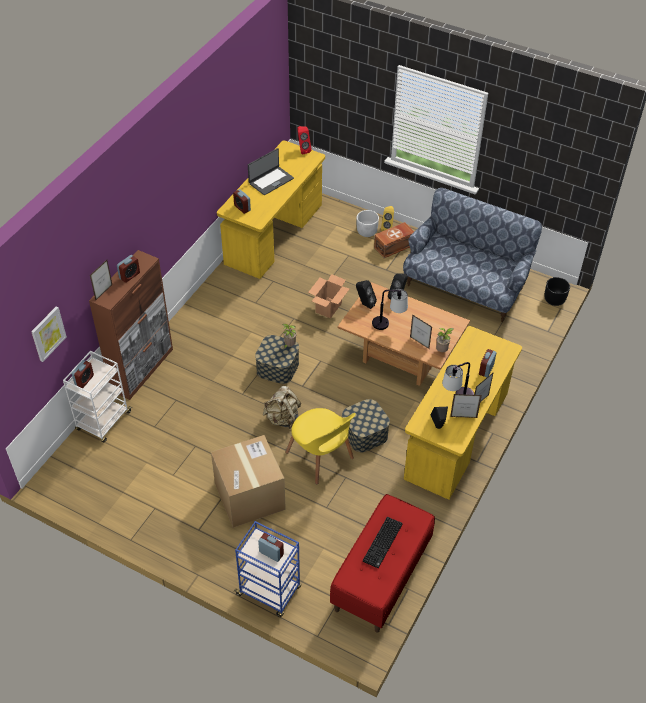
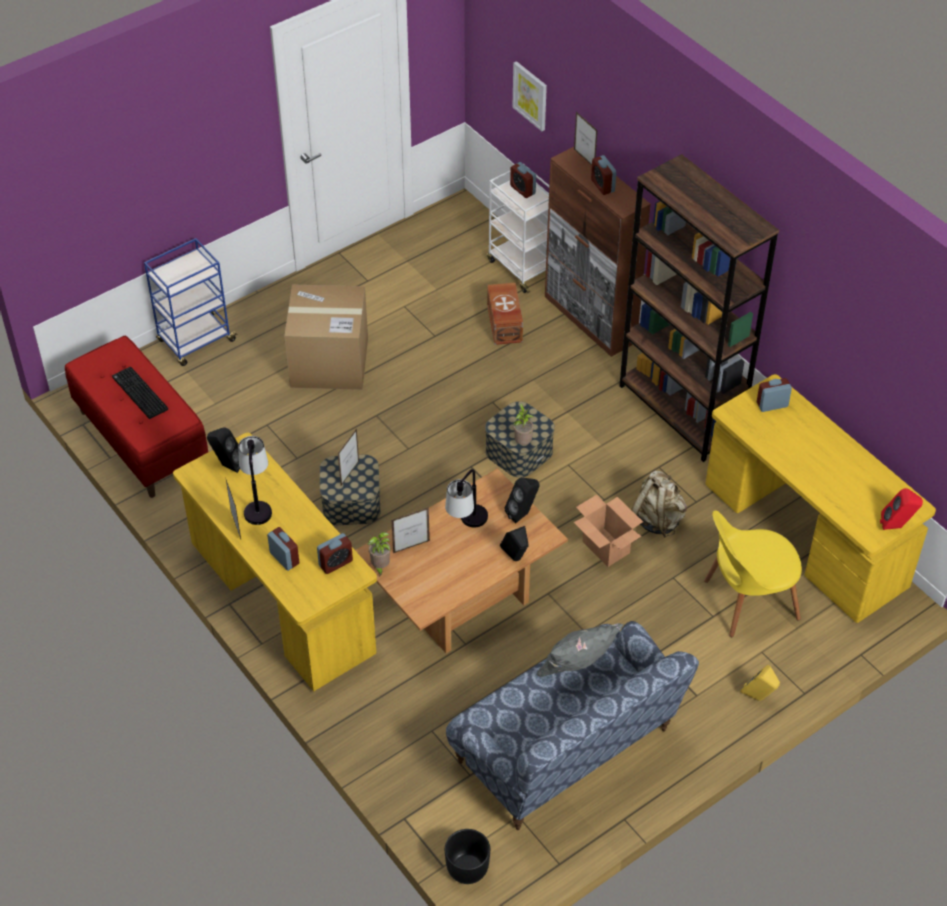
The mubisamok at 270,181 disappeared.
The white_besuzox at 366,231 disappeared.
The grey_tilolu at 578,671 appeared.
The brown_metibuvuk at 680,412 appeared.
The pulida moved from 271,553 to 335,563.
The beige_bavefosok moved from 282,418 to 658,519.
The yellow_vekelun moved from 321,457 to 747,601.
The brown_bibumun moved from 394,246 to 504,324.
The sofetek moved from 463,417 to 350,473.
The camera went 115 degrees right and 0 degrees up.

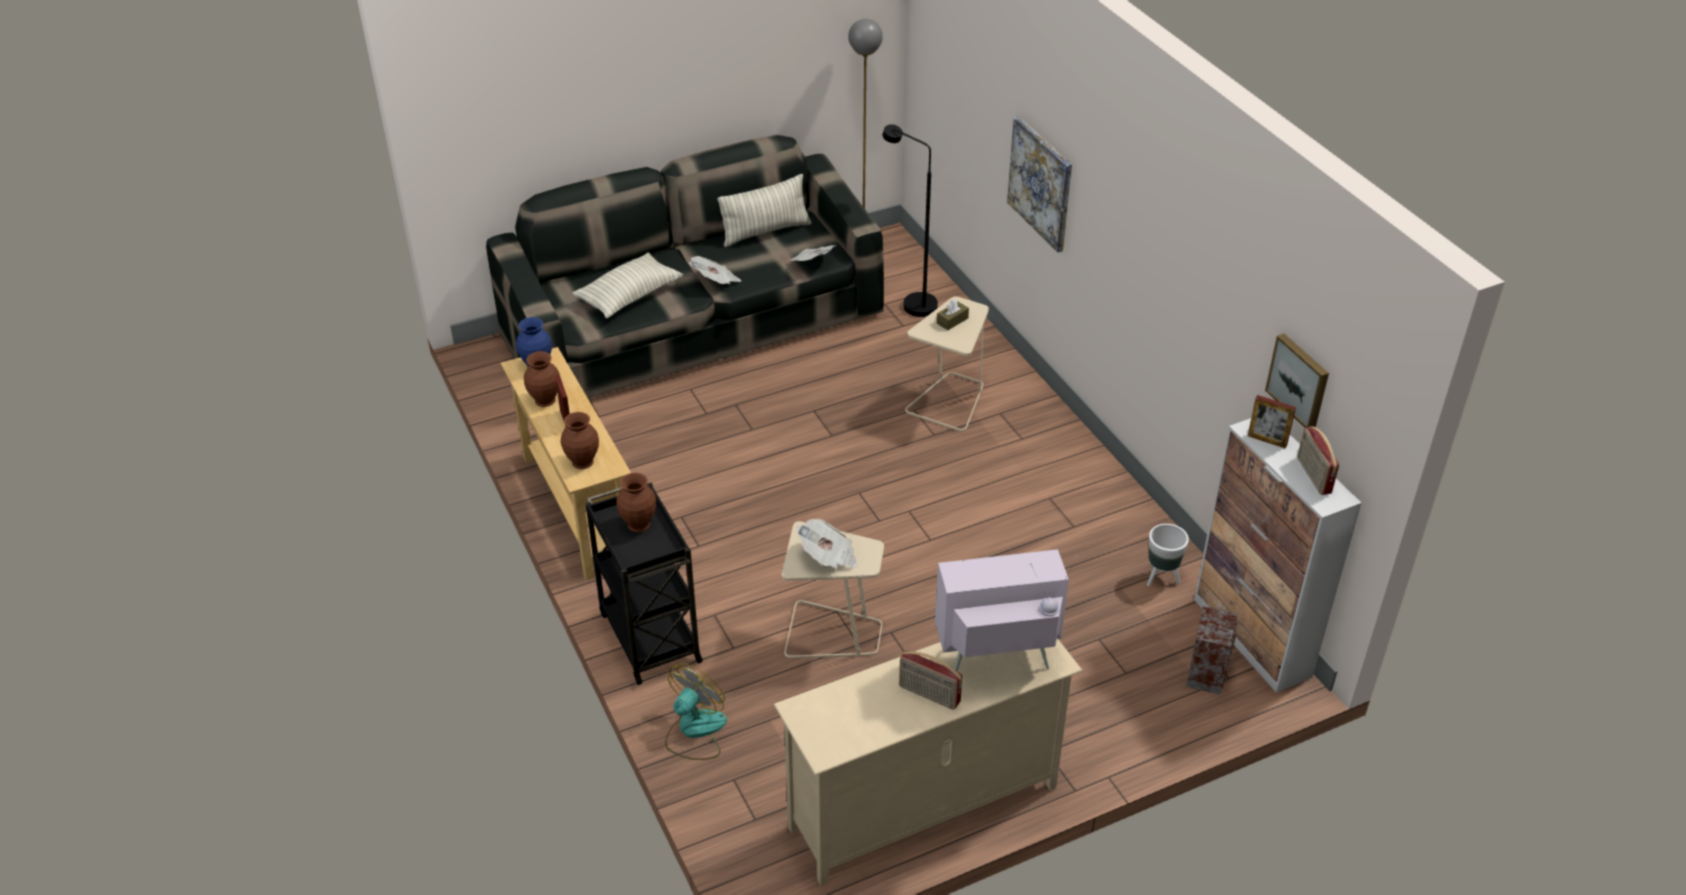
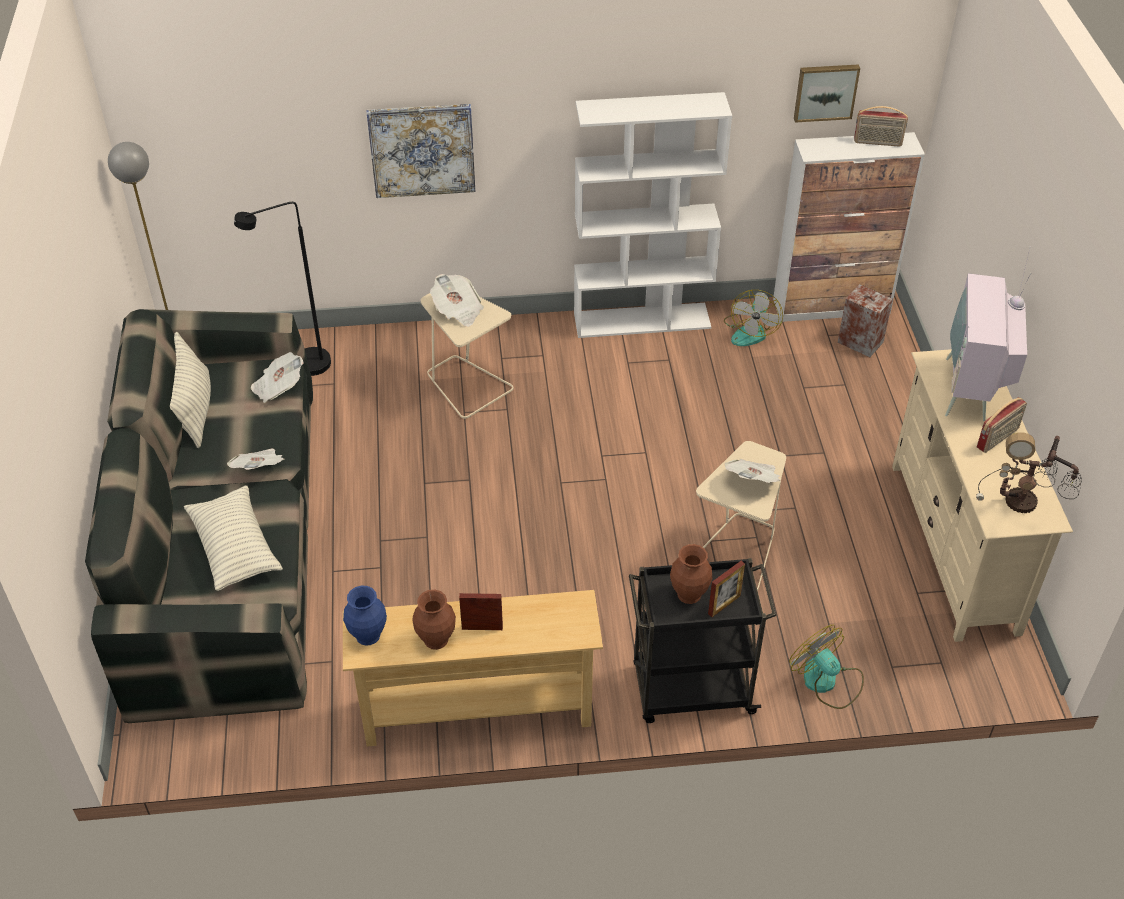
The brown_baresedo at 582,462 disappeared.
The white_metibuvuk at 642,320 appeared.
The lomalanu at 1022,503 appeared.
The sofetek moved from 1267,440 to 724,605.
The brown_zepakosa at 952,321 was replaced by the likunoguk at 458,311.
The white_besuzox at 1161,578 was replaced by the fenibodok at 750,331.
The camera went 70 degrees left and 5 degrees up.

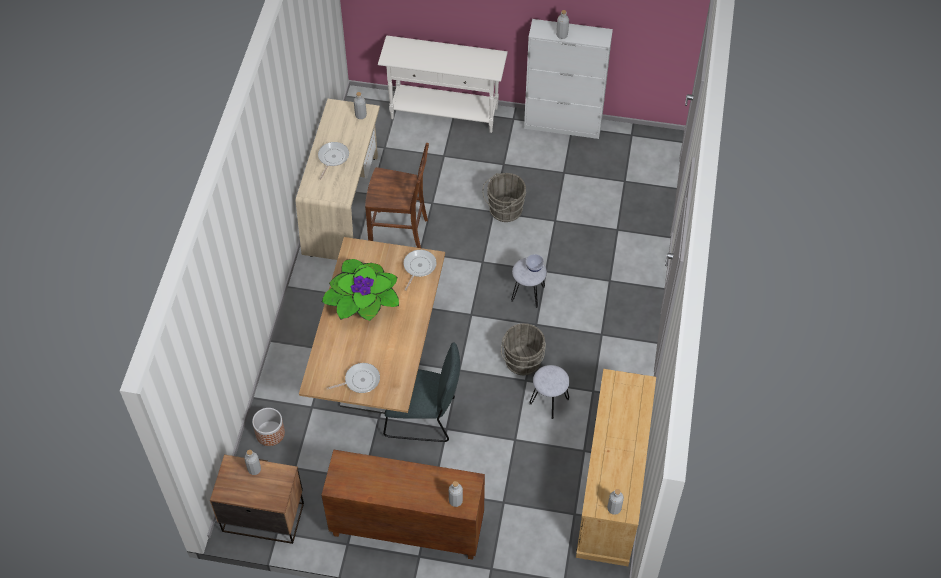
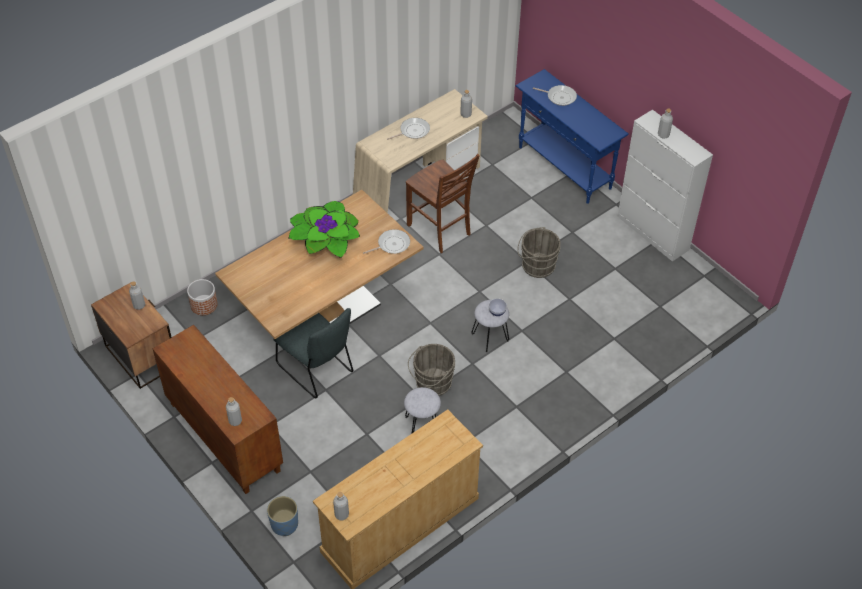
The blue_besuzox at 284,524 appeared.
The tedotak moved from 360,380 to 559,97.
The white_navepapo at 444,113 became the blue_navepapo at 564,168.
The camera went 40 degrees right and 5 degrees down.

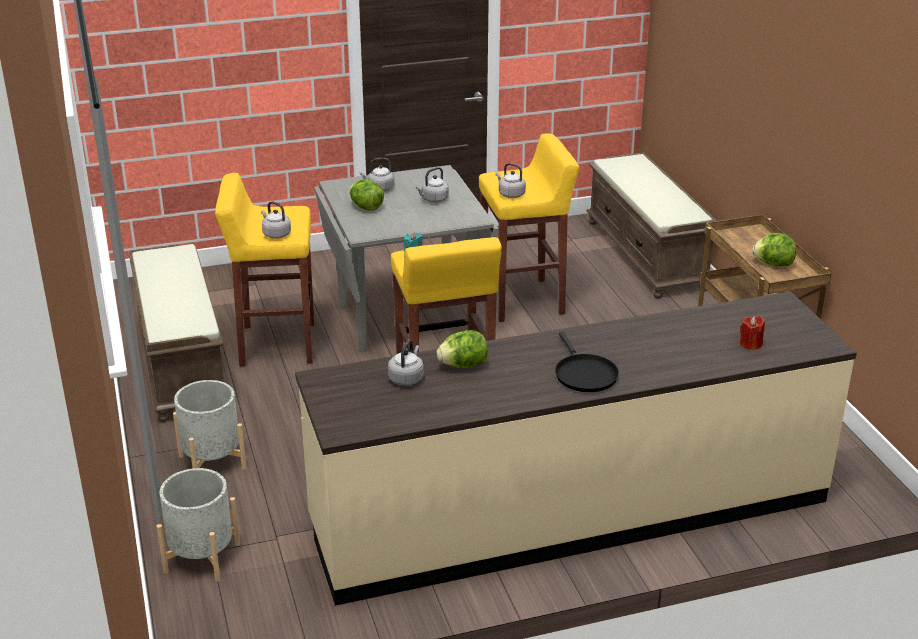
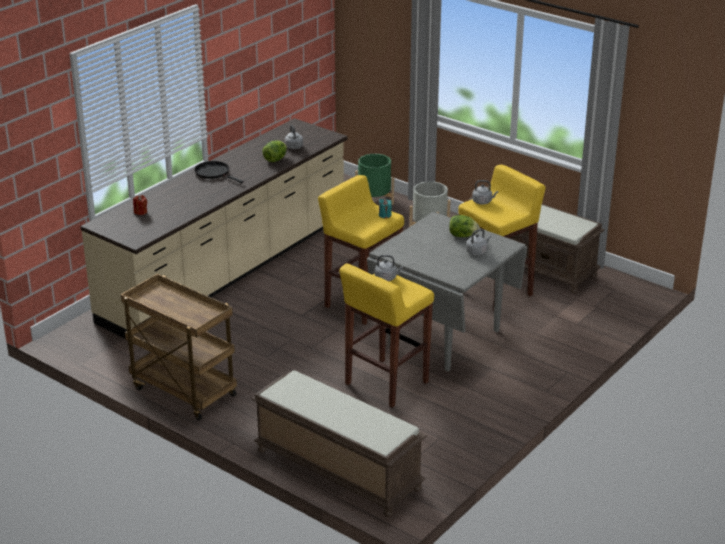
The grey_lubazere at 433,200 disappeared.
The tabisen at 773,264 disappeared.
The grey_besuzox at 202,557 became the green_besuzox at 374,201.
The camera went 145 degrees right and 0 degrees up.

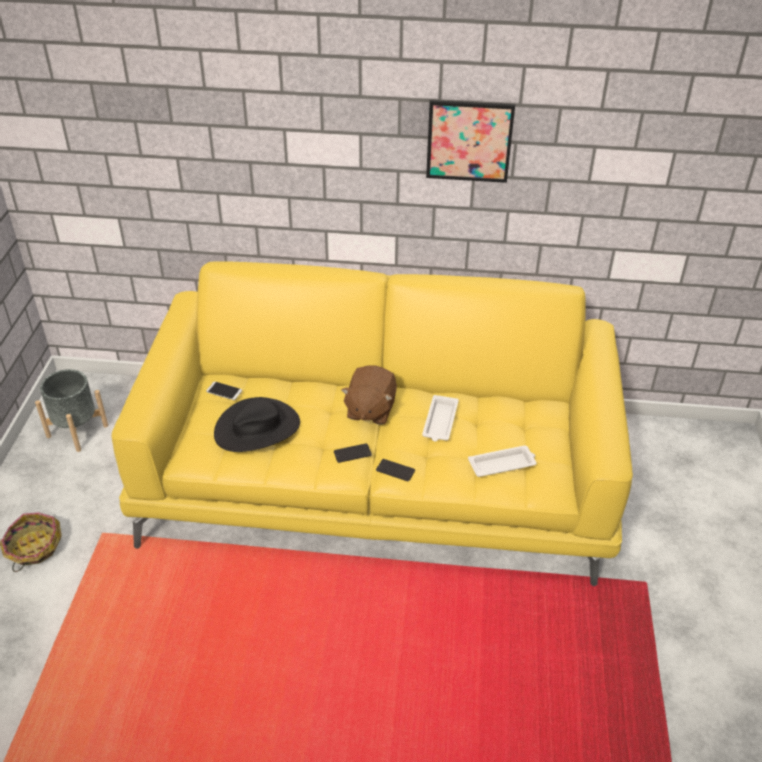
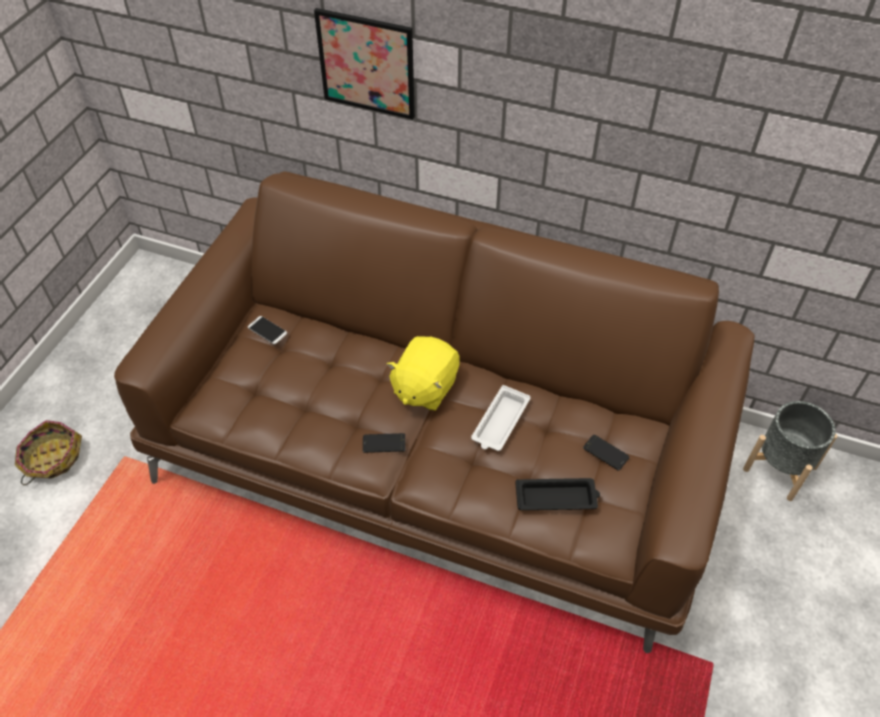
The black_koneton at 257,428 disappeared.
The grey_besuzox moved from 77,431 to 779,468.
The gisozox moved from 395,470 to 605,452.
The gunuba moved from 469,141 to 367,64.
The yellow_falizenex at 379,477 became the brown_falizenex at 439,451.
The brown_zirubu at 370,410 became the yellow_zirubu at 424,387.
The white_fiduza at 503,464 became the black_fiduza at 557,497.
The camera went 15 degrees right and 10 degrees up.

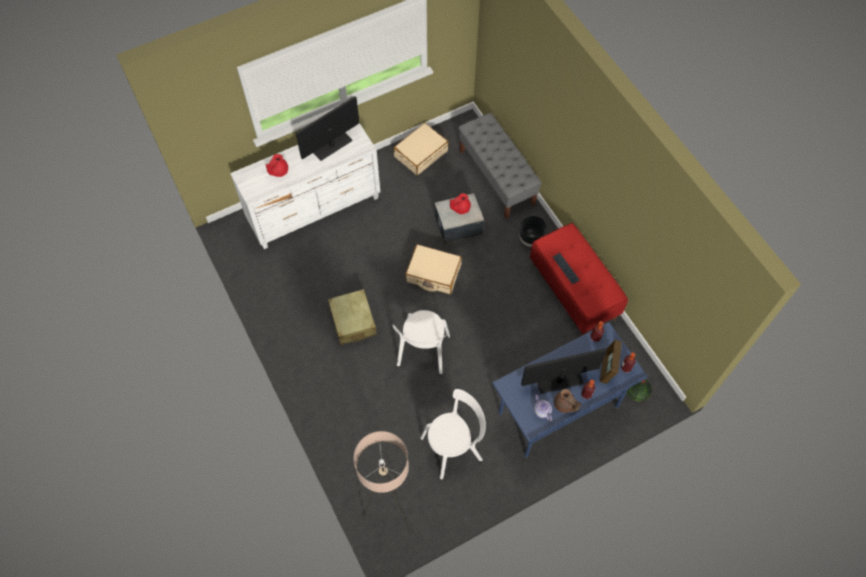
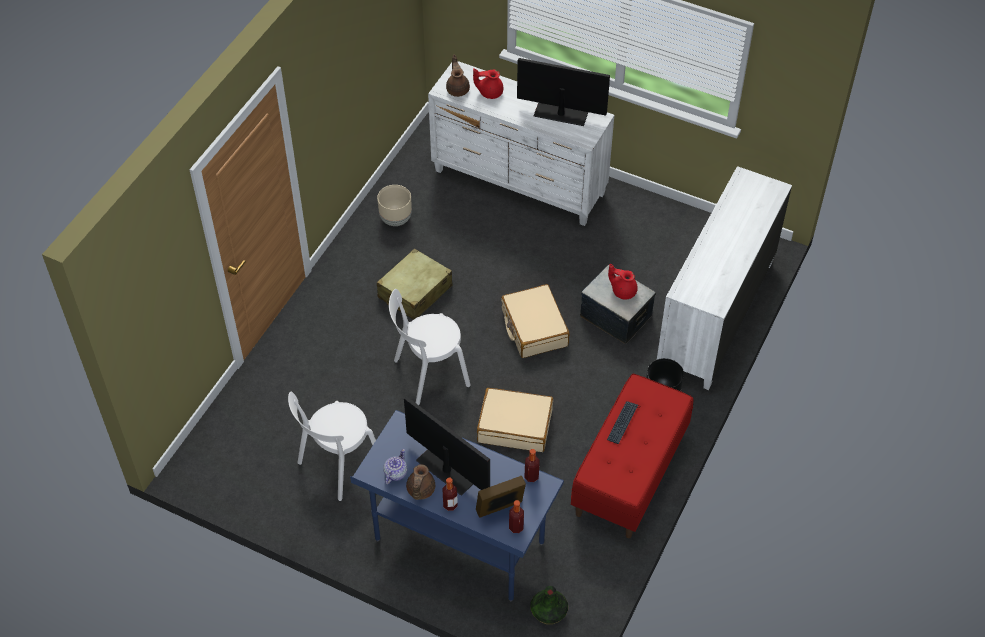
The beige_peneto at 389,507 disappeared.
The beige_besuzox at 396,219 appeared.
The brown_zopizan at 458,89 appeared.
The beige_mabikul moved from 420,153 to 515,426.
The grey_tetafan at 497,178 was replaced by the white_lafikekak at 715,316.
The white_vekelun at 454,447 turned 105 degrees clockwise.
The camera went 55 degrees right and 10 degrees down.

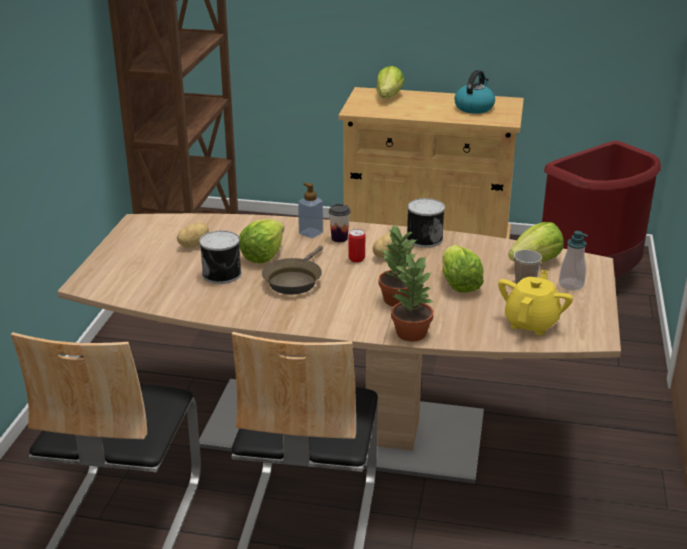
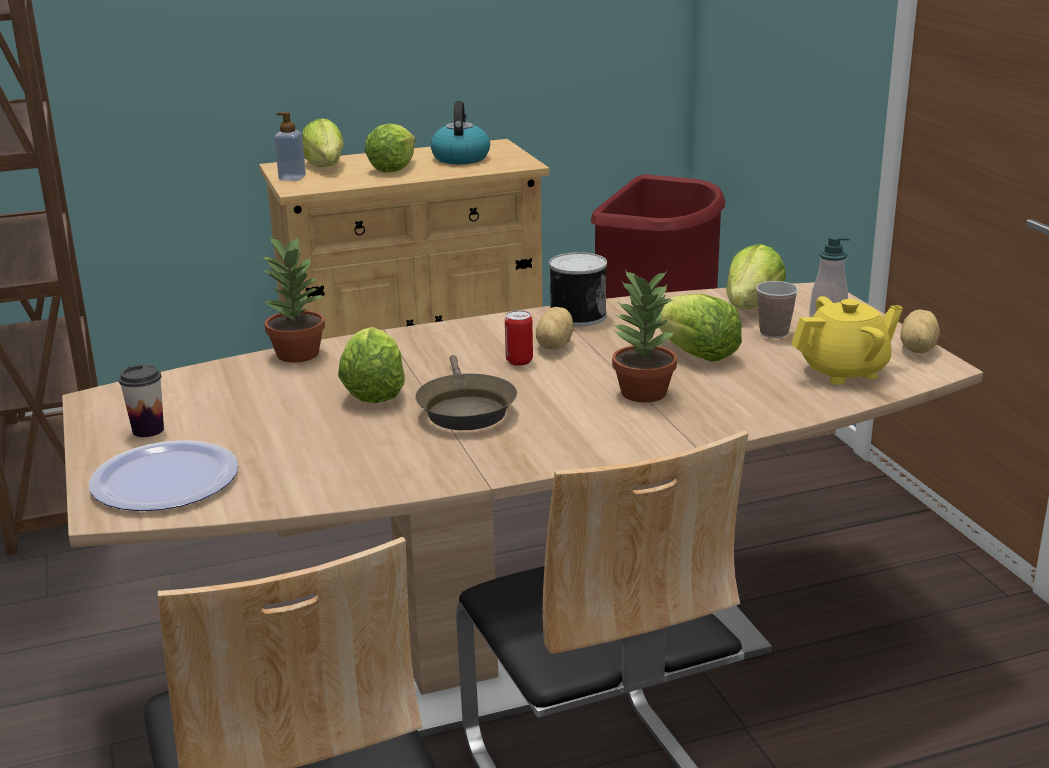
The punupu at 223,274 disappeared.
The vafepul at 165,480 appeared.
The tabisen at 393,168 appeared.
The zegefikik moved from 193,244 to 916,349.
The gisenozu moved from 311,233 to 292,178.
The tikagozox moved from 339,238 to 148,430.
The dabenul moved from 411,332 to 298,353.
The yellow_zopizan at 531,323 turned 75 degrees clockwise.
The camera went 30 degrees left and 5 degrees down.

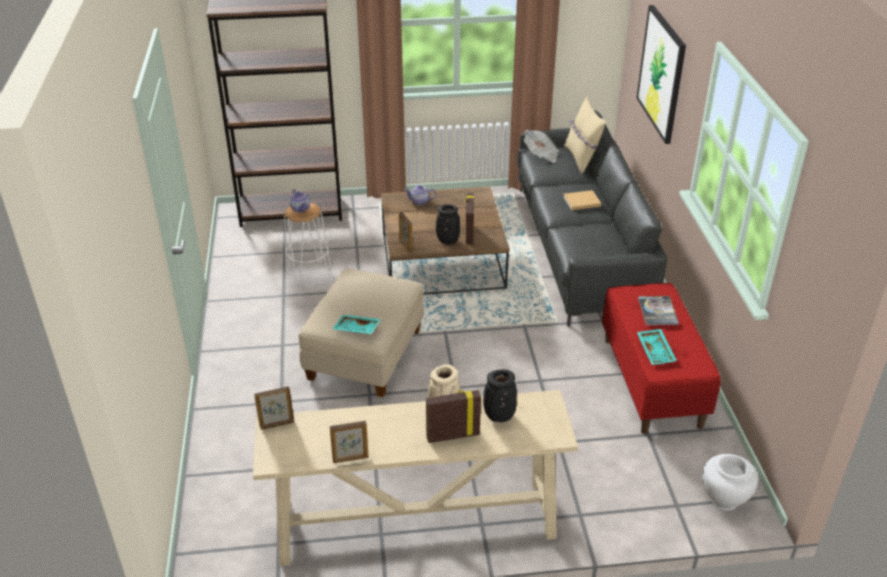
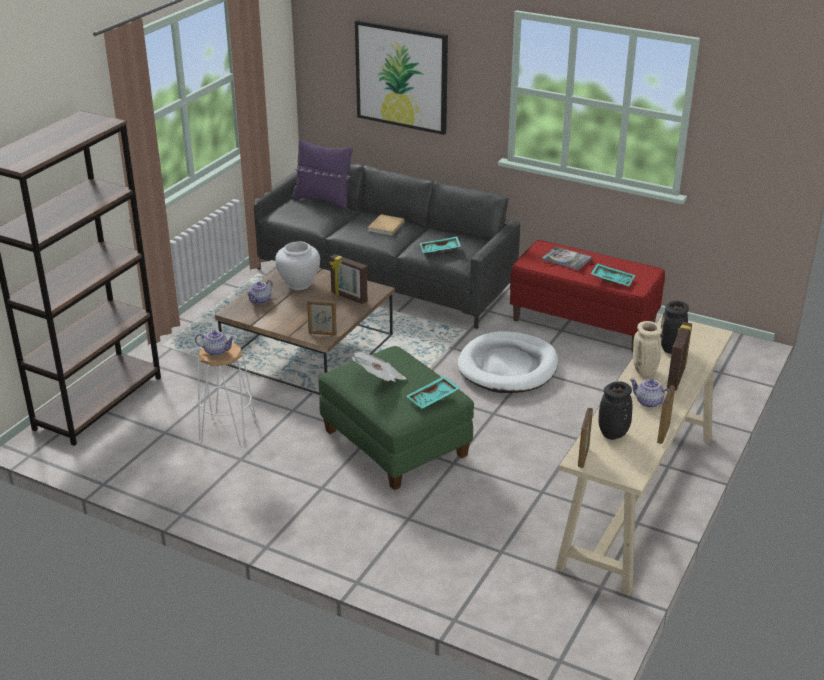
The turquoise_fiduza at 440,250 appeared.
The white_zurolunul at 508,367 appeared.
The zopizan at 648,402 appeared.
The black_baresedo moved from 447,241 to 613,435.
The likunoguk moved from 541,155 to 379,379.
The white_baresedo moved from 723,499 to 299,284.
The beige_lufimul at 364,355 became the green_lufimul at 394,444.
The beige_tilolu at 581,159 became the purple_tilolu at 323,200.
The camera went 55 degrees left and 5 degrees down.

